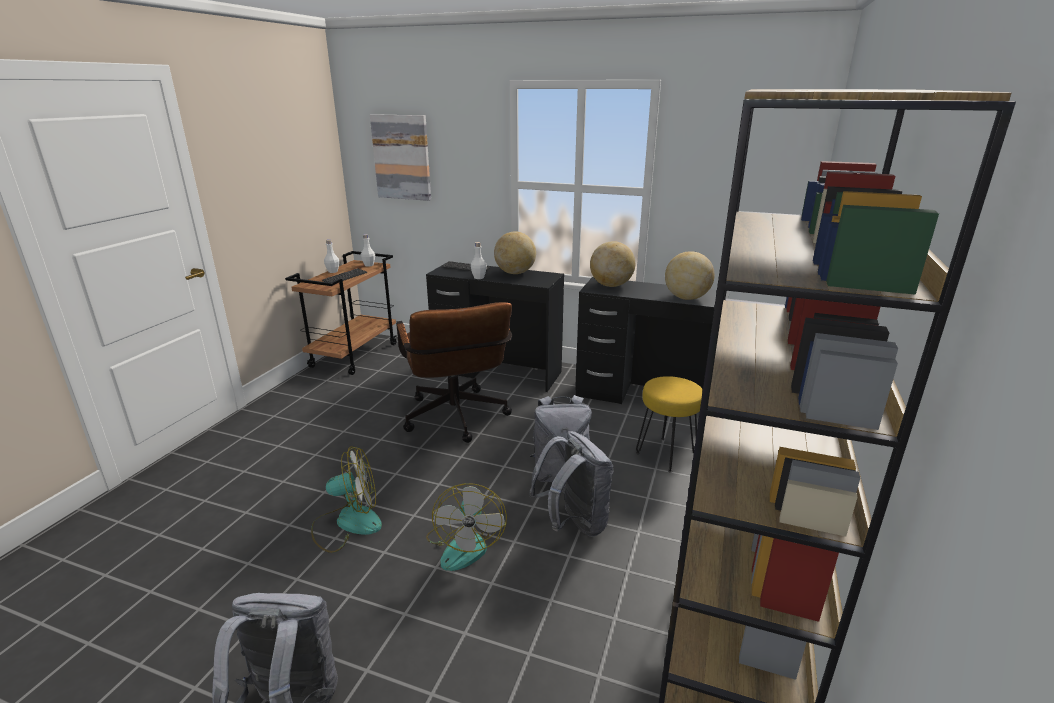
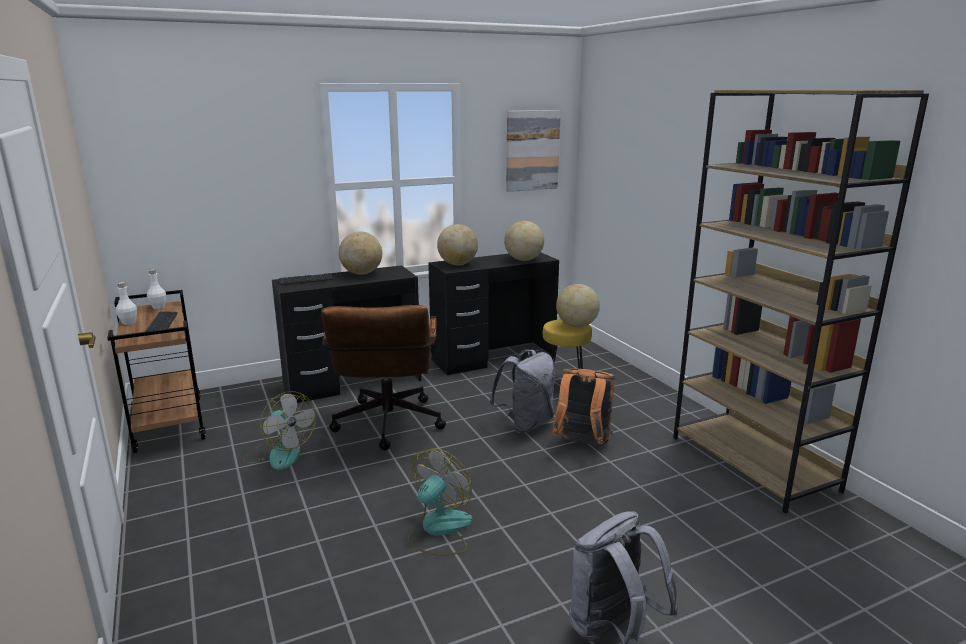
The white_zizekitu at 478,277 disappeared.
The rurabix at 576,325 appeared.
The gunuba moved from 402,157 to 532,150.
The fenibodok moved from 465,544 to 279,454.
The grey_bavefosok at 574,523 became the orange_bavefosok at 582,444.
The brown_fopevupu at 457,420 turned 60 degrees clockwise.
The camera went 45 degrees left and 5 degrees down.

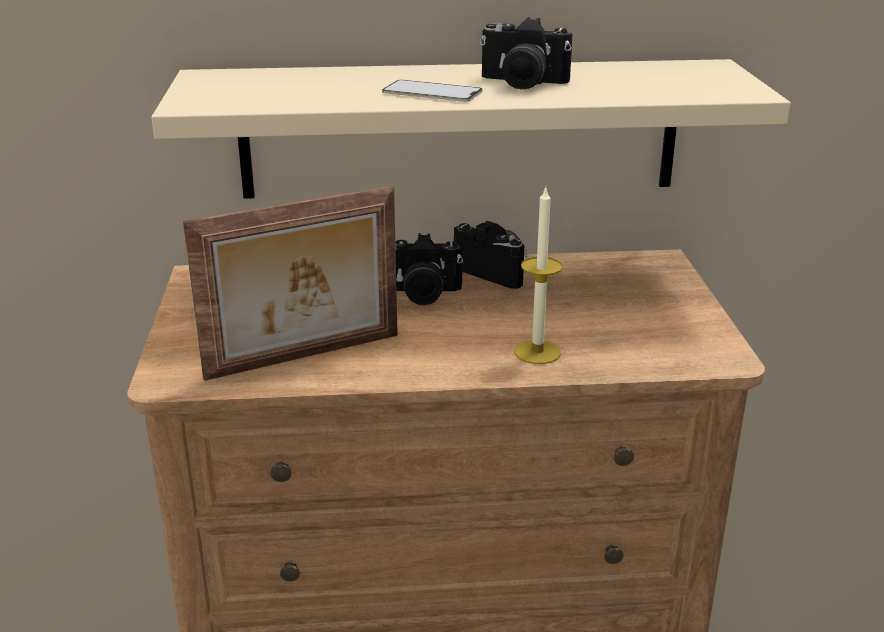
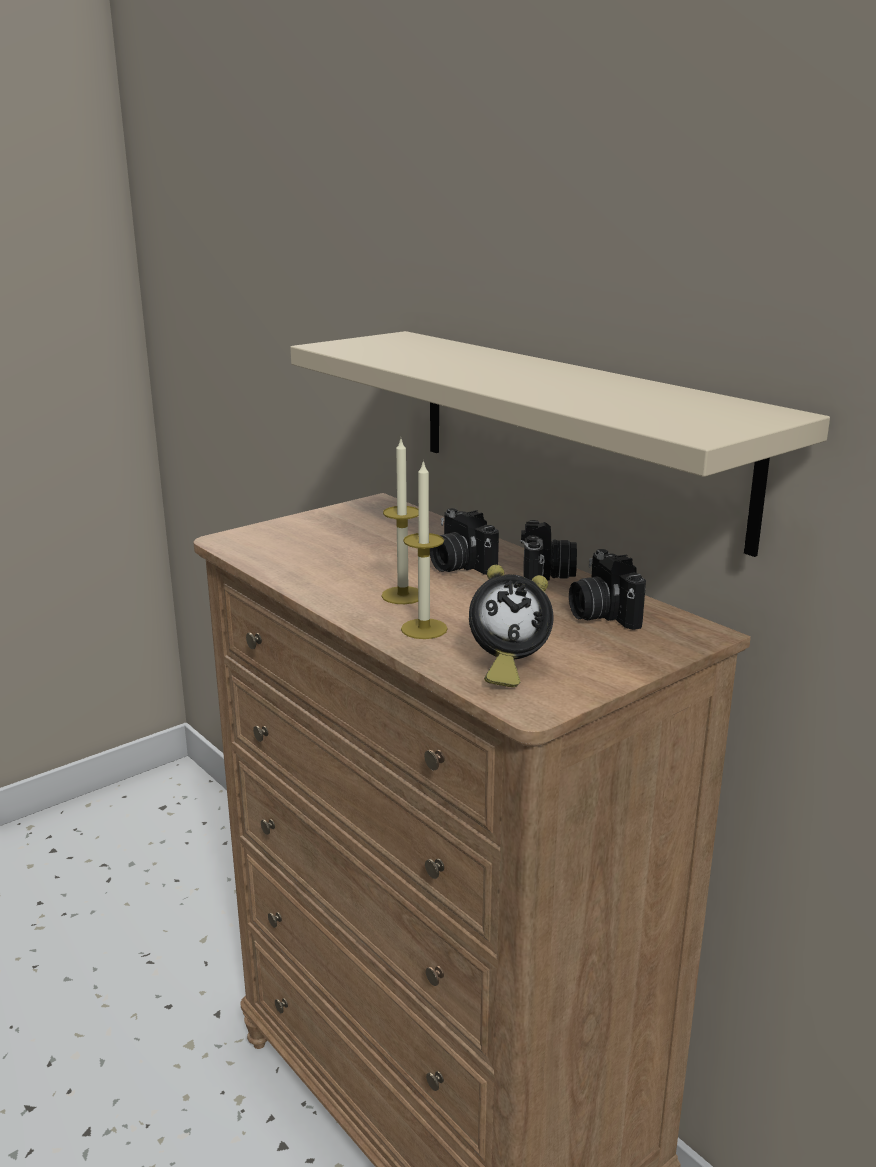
The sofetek at 305,358 disappeared.
The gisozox at 432,92 disappeared.
The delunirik at 403,595 appeared.
The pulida at 506,668 appeared.
The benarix moved from 521,83 to 601,614.
The camera went 55 degrees right and 5 degrees down.

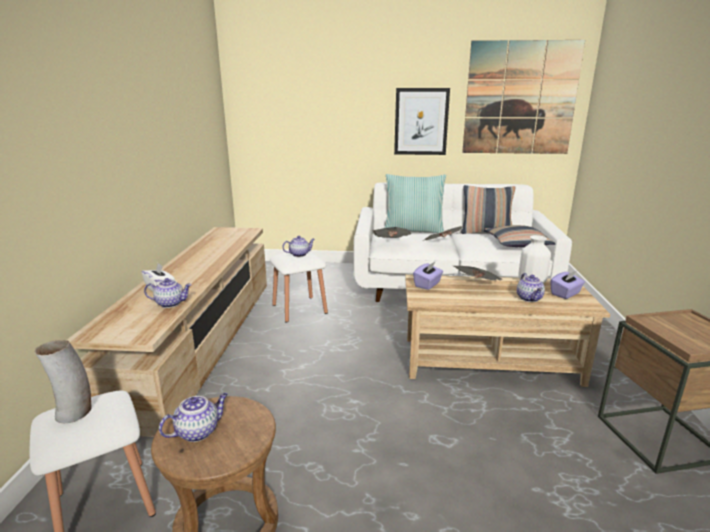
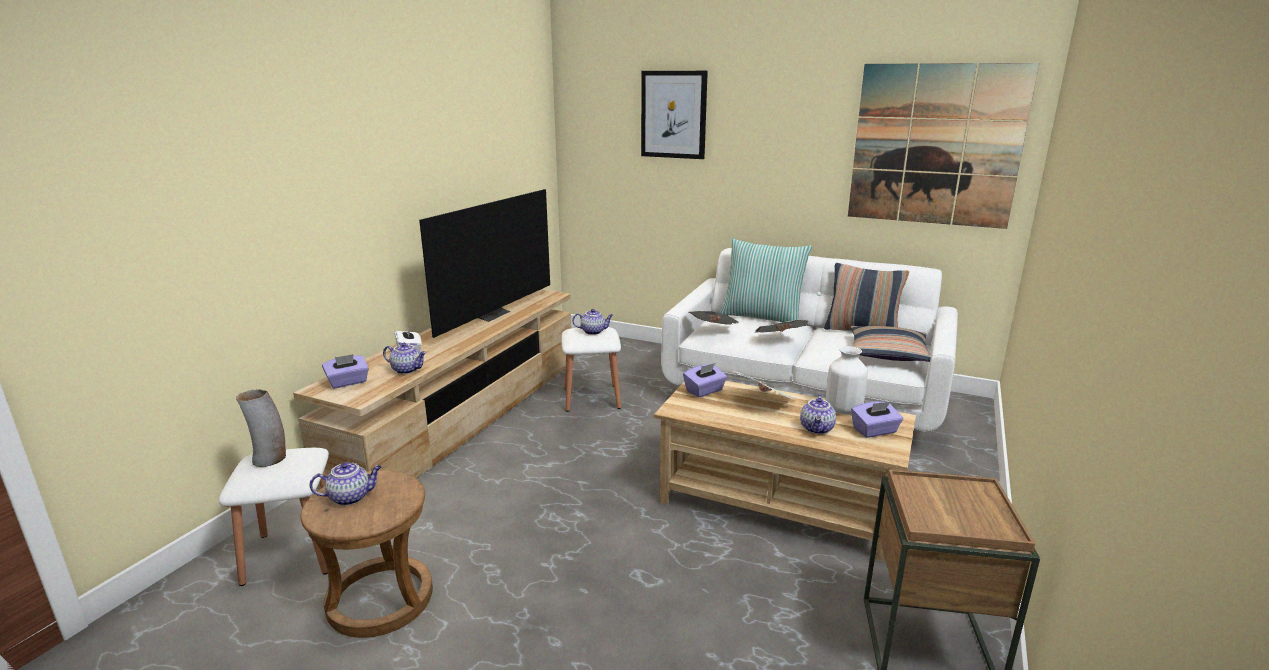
The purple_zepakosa at 348,382 appeared.
The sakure at 490,314 appeared.
The gunuba moved from 421,121 to 673,114.
The camera went 20 degrees right and 0 degrees up.

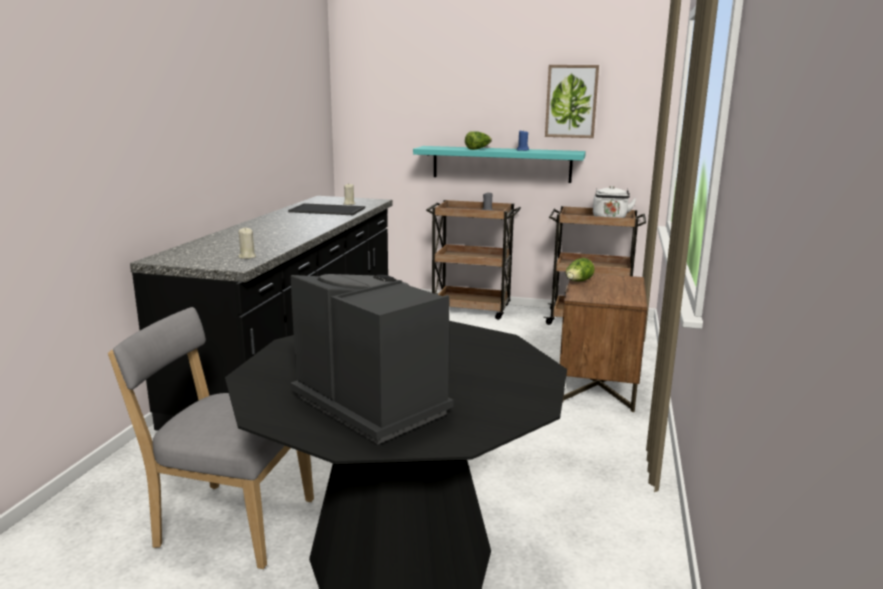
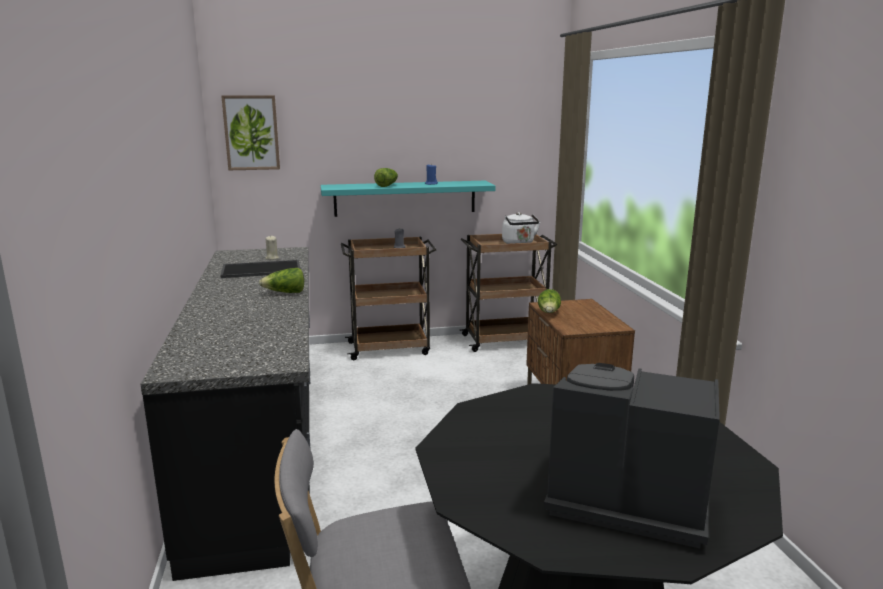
The beige_delunirik at 247,257 disappeared.
The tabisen at 285,293 appeared.
The gunuba moved from 571,101 to 251,133.
The camera went 25 degrees left and 0 degrees up.

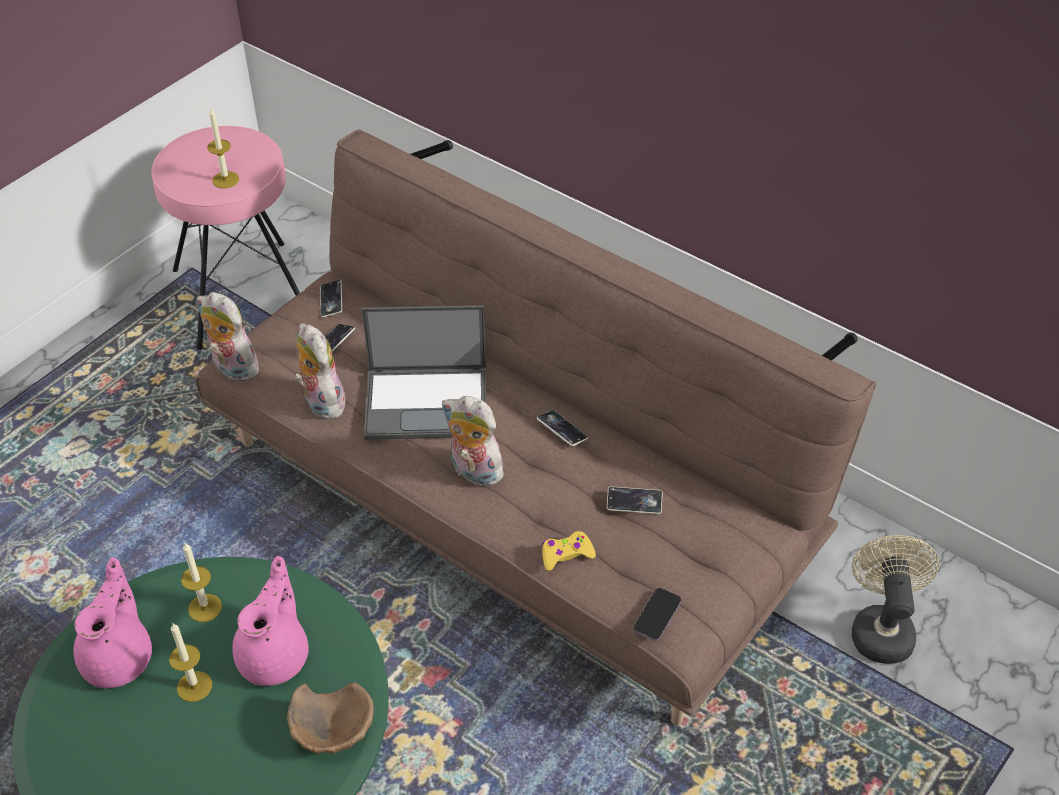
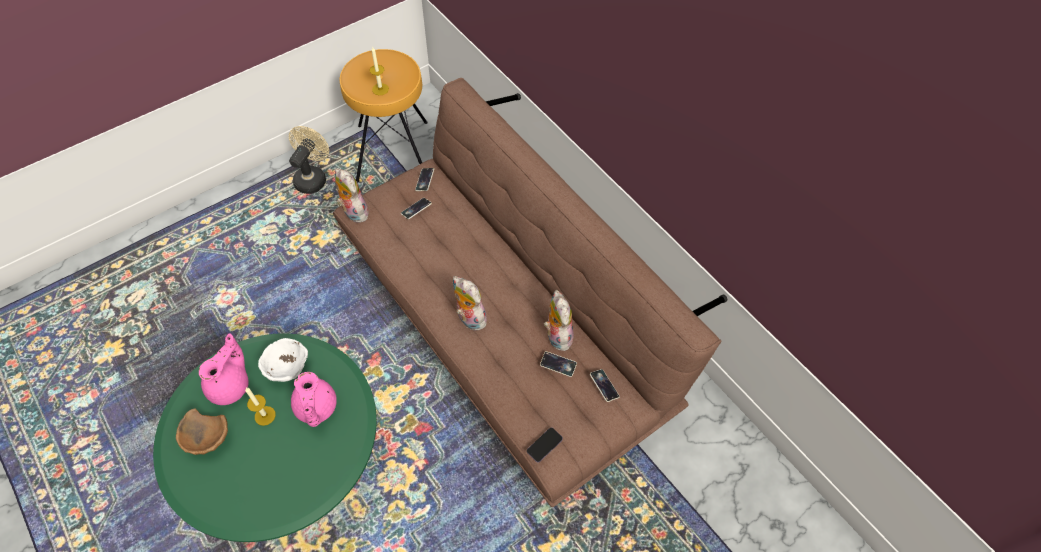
The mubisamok at 428,402 disappeared.
The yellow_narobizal at 566,554 disappeared.
The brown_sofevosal moved from 332,733 to 207,439.
The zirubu moved from 321,402 to 557,335.
The gisozox moved from 562,430 to 604,386.
The beige_fenibodok moved from 880,628 to 312,177.
The delunirik at 205,608 was replaced by the white_sofevosal at 286,367.
The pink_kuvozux at 243,294 became the brown_kuvozux at 393,151.
The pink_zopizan at 276,655 turned 135 degrees clockwise.
The camera went 15 degrees right and 10 degrees up.

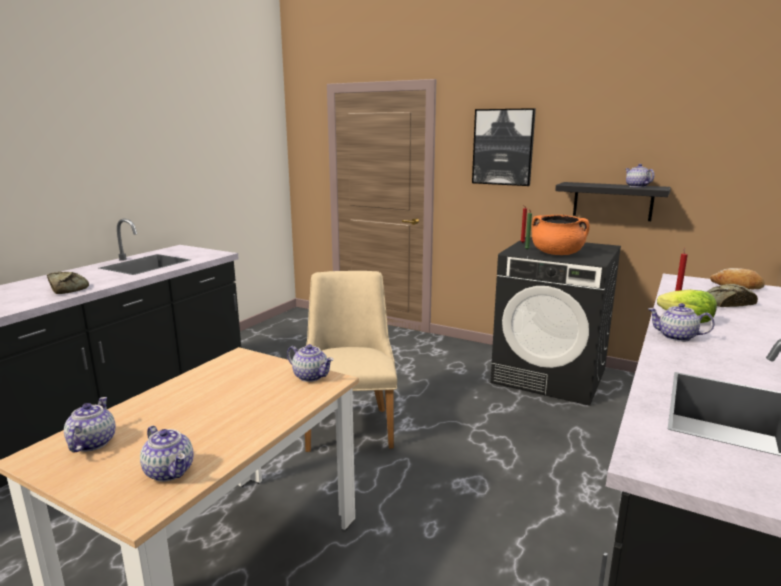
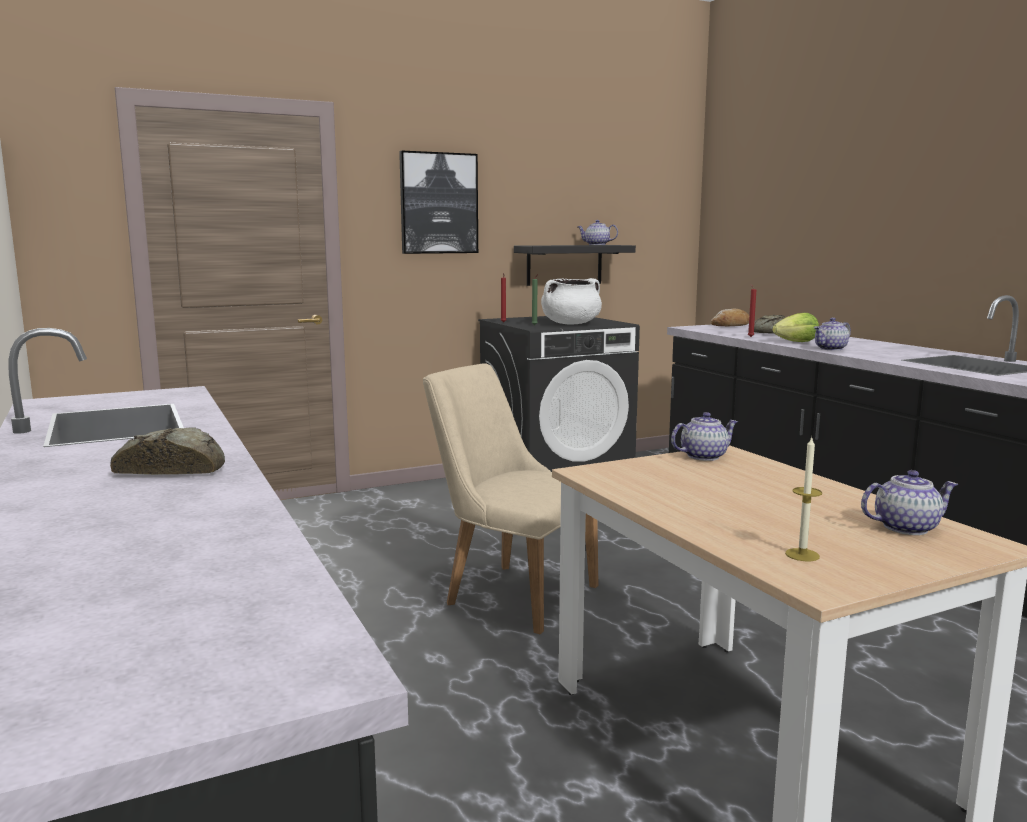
The zopizan at 92,443 was replaced by the delunirik at 802,555.
The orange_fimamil at 557,254 became the white_fimamil at 571,324.
The camera went 55 degrees left and 5 degrees down.

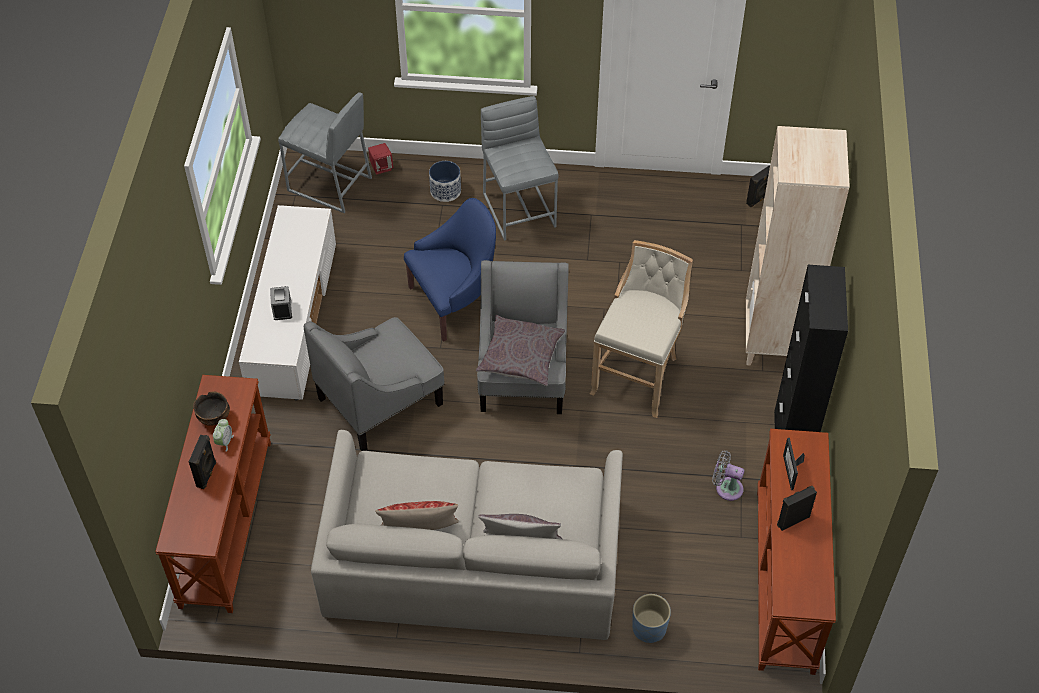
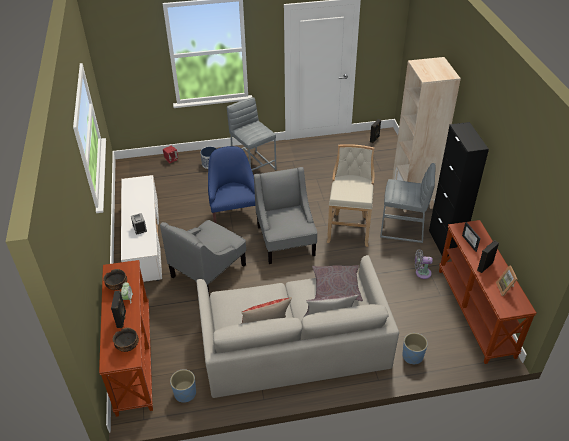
The sofevosal at 128,346 appeared.
The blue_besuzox at 185,393 appeared.
The sofetek at 506,288 appeared.
The grey_kuvozux moved from 330,185 to 403,229.
The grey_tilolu moved from 521,357 to 336,288.
The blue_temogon at 455,302 turned 60 degrees counterclockwise.
The camera went 15 degrees left and 10 degrees down.

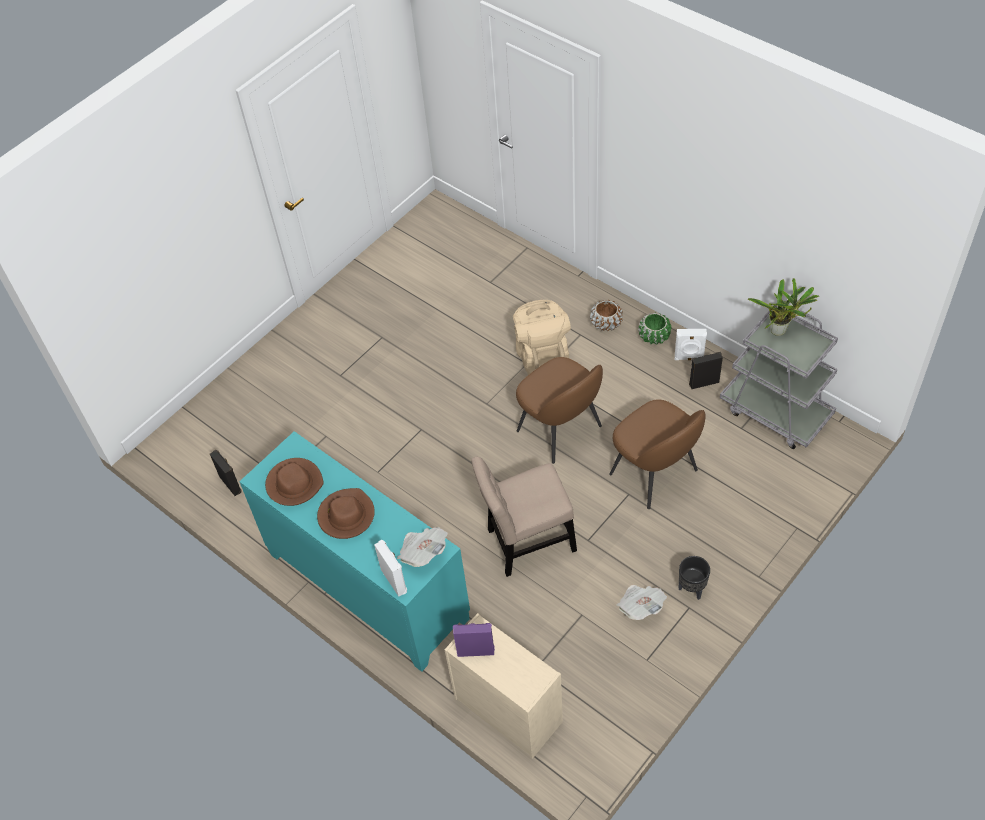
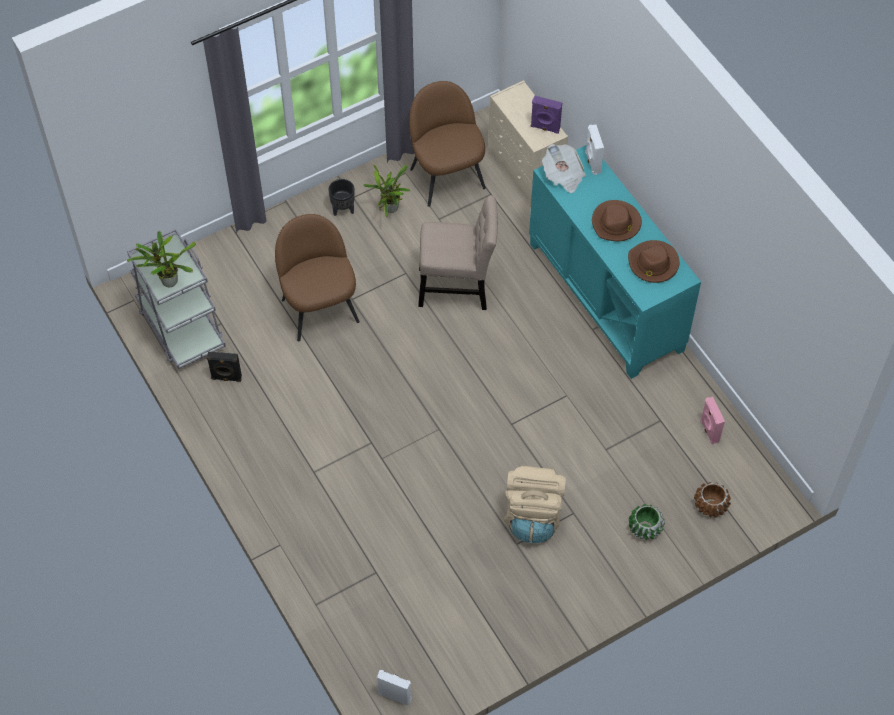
The beige_bavefosok moved from 542,357 to 533,515.
The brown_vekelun moved from 560,430 to 447,176.
The brown_besuzox moved from 606,323 to 710,505.
The green_besuzox moved from 654,336 to 645,528.
The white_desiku moved from 689,358 to 395,695.
The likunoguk at 640,606 was replaced by the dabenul at 390,210.
The black_desiku at 231,484 became the pink_desiku at 708,431.
The camera went 165 degrees left and 5 degrees up.

